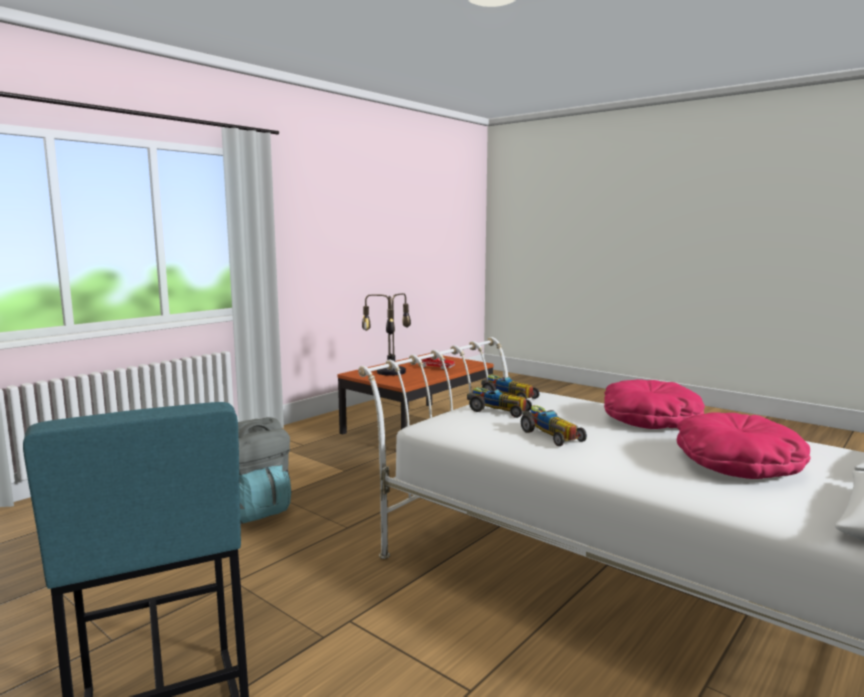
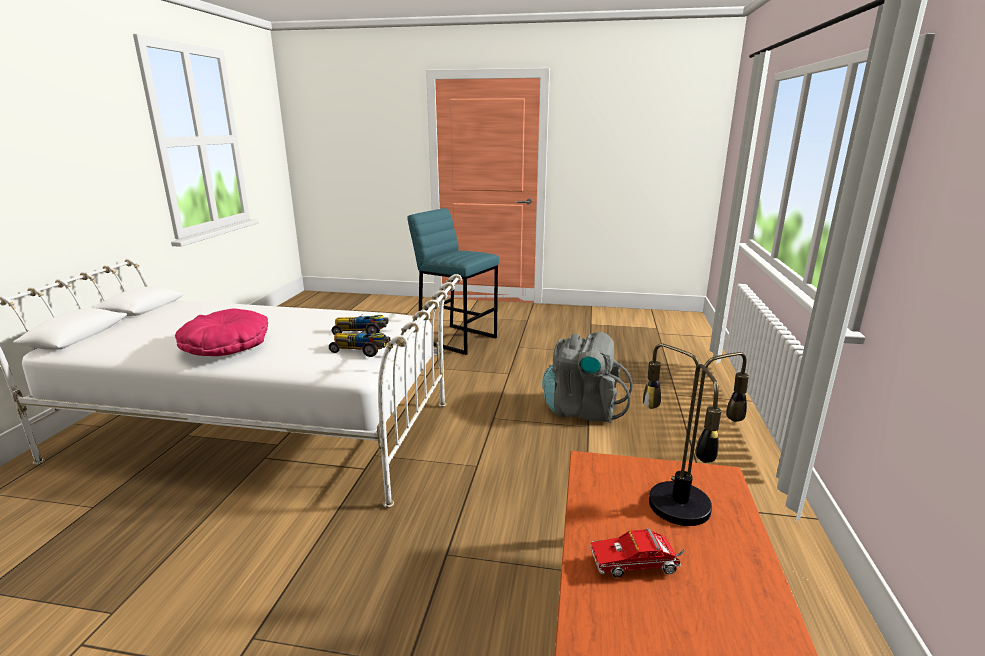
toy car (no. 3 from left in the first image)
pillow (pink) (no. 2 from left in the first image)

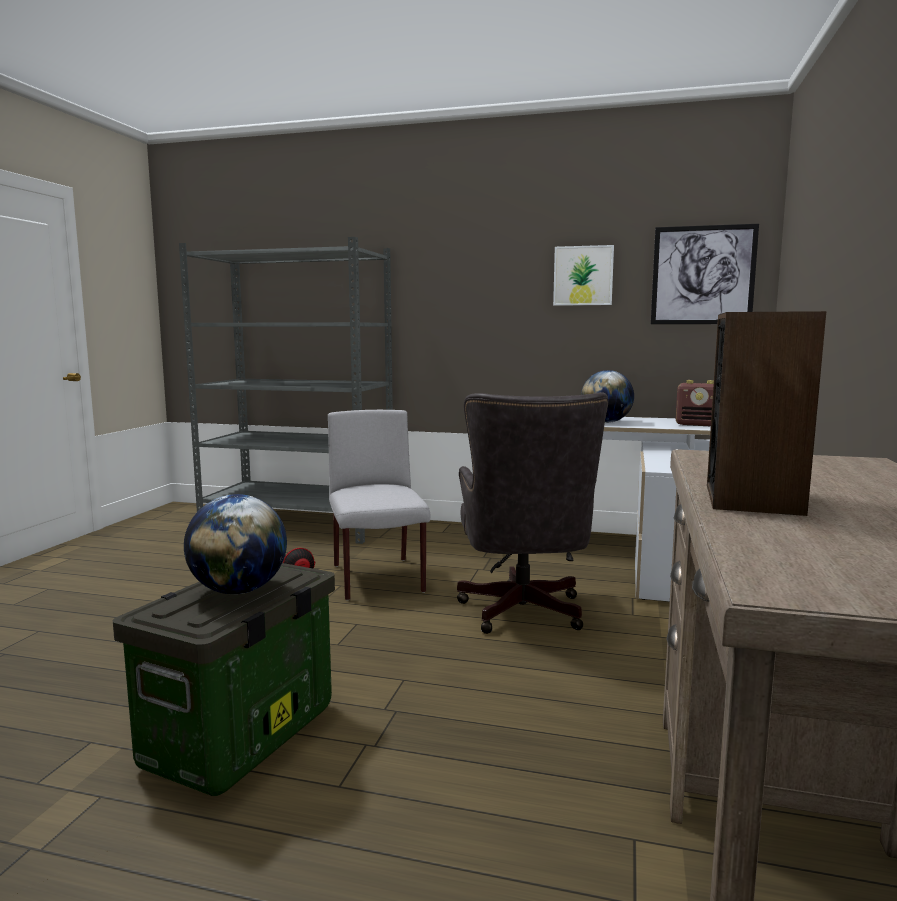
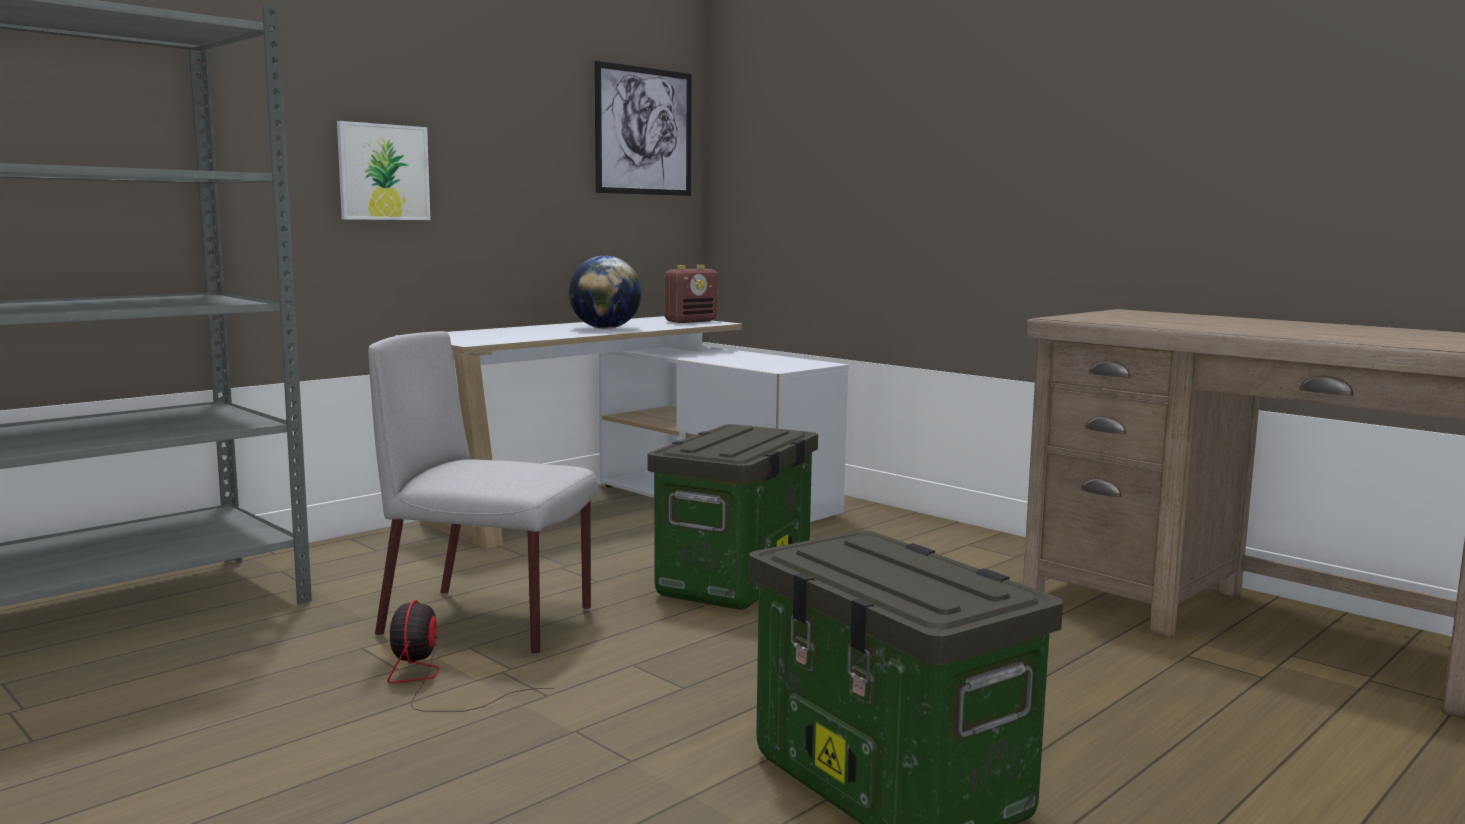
globe (no. 1 from left in the first image)
storage box (no. 1 from left)
picture (no. 1 from left)
speaker

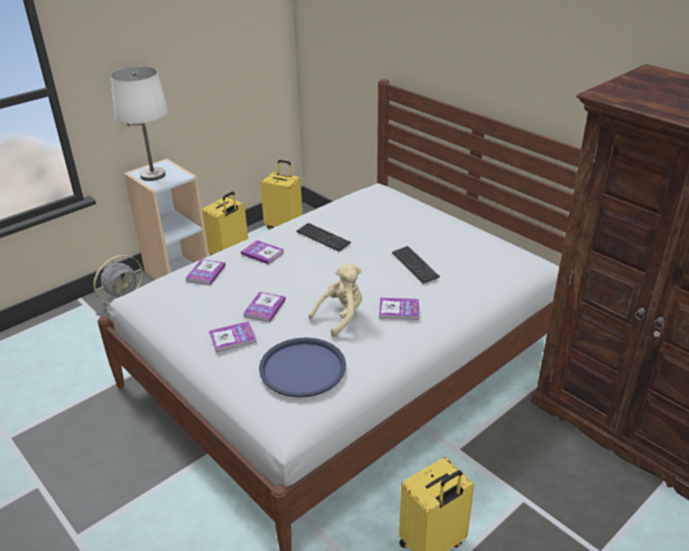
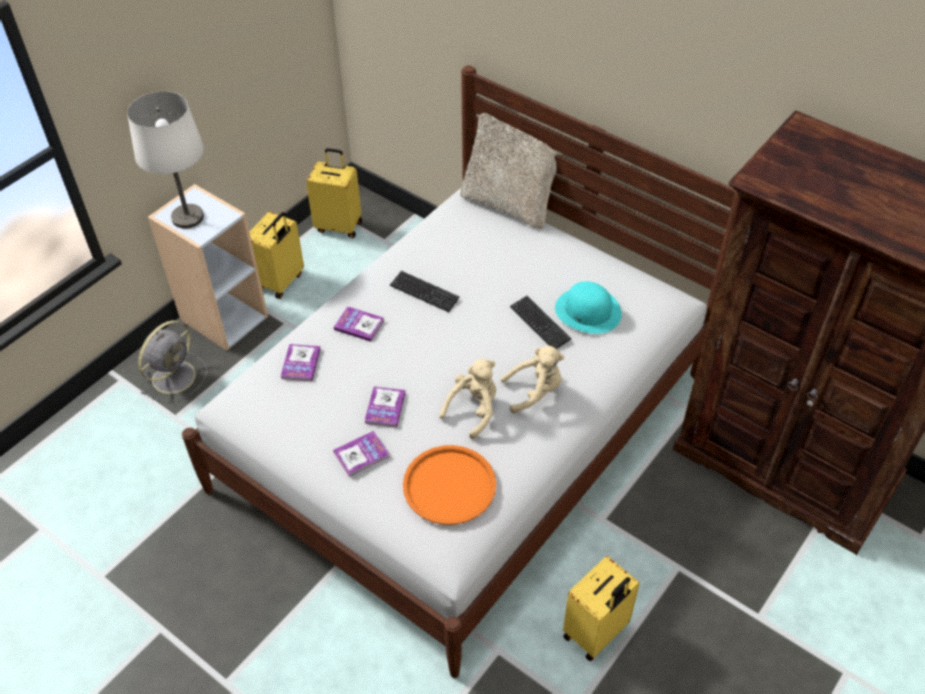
tray (orange)
plush toy (beige) (no. 2 from left)
pillow (beige)
hat (turquoise)

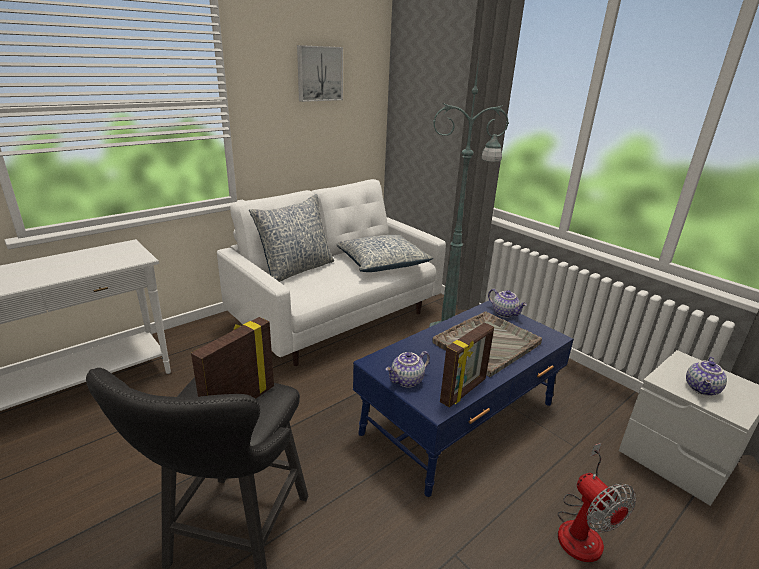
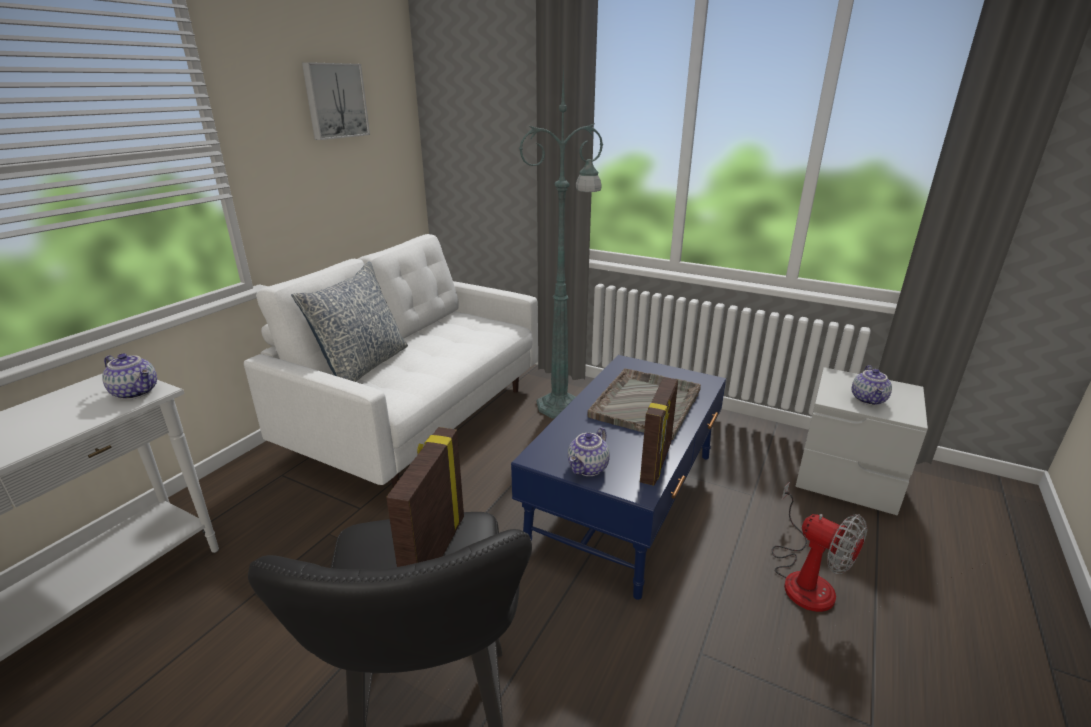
pillow (no. 2 from left in the first image)
teapot (no. 1 from left)

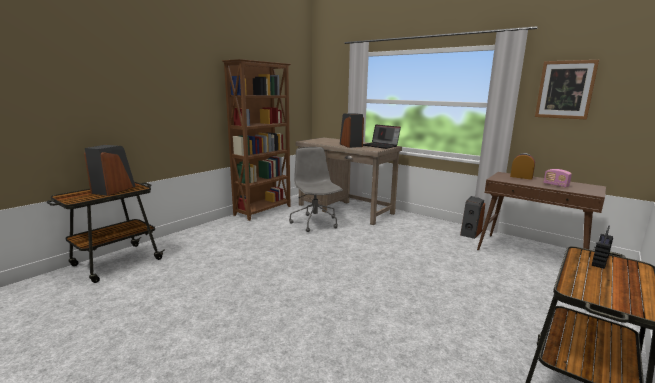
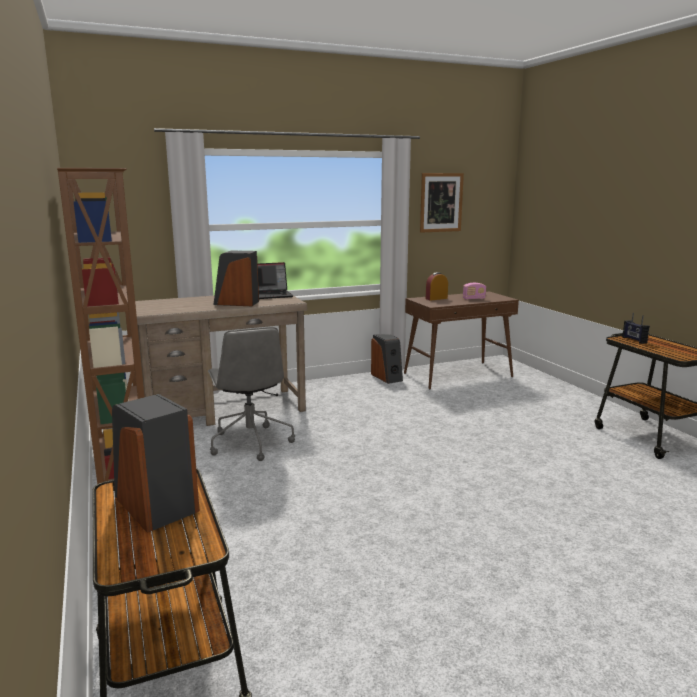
office chair (grey)

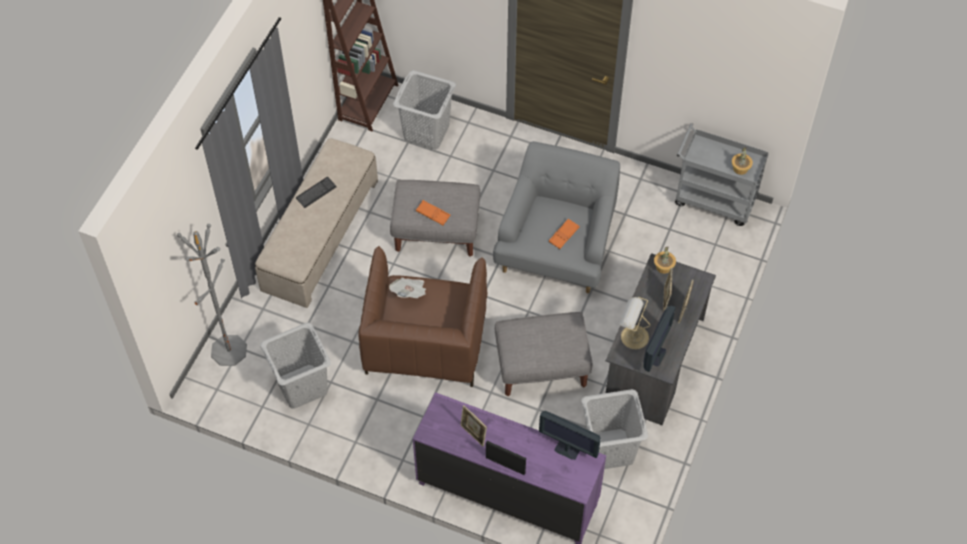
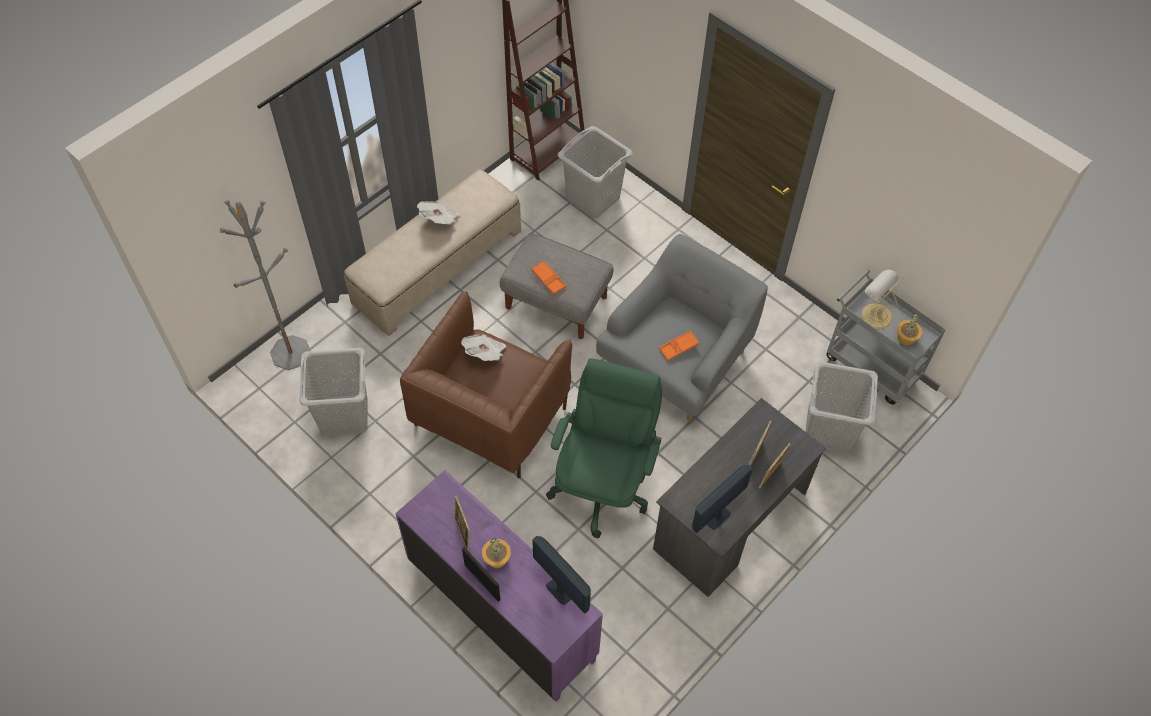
newspaper (no. 1 from left)
office chair (green)
laundry basket (grey) (no. 3 from left)
table lamp
potted plant (no. 1 from left)

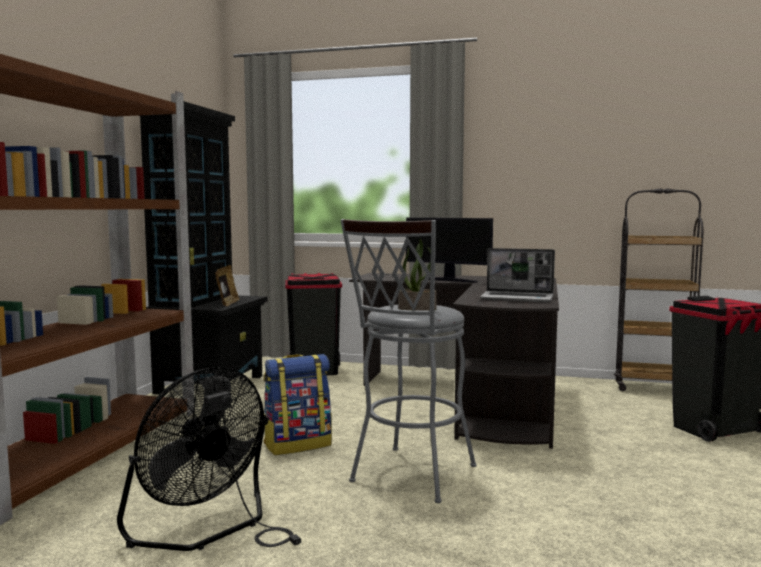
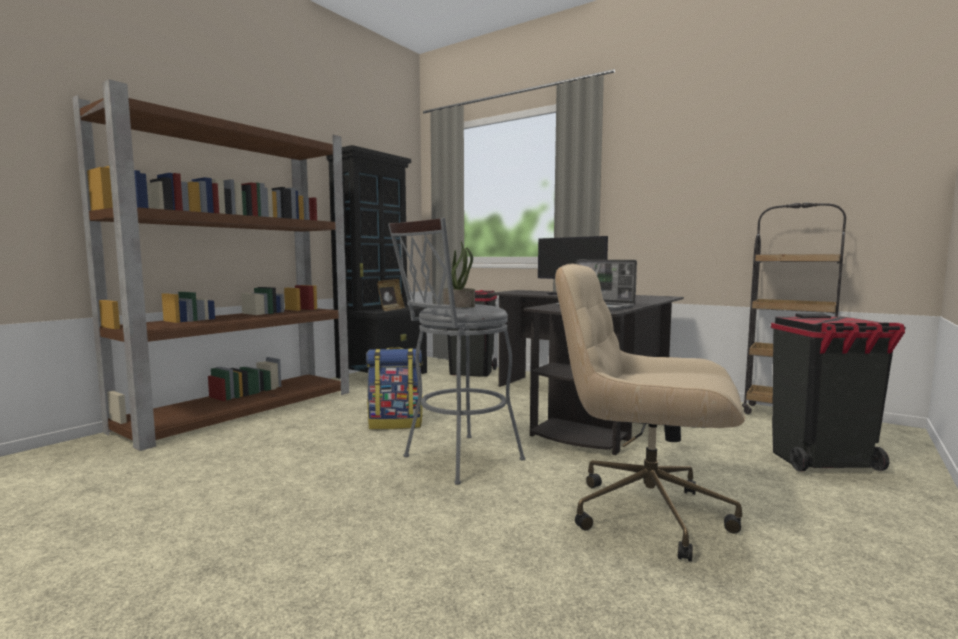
fan (black)
office chair (beige)

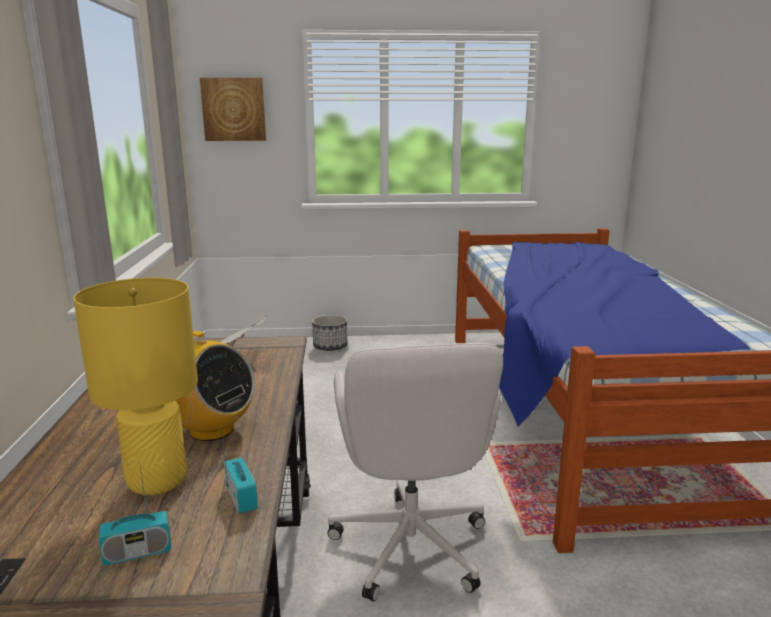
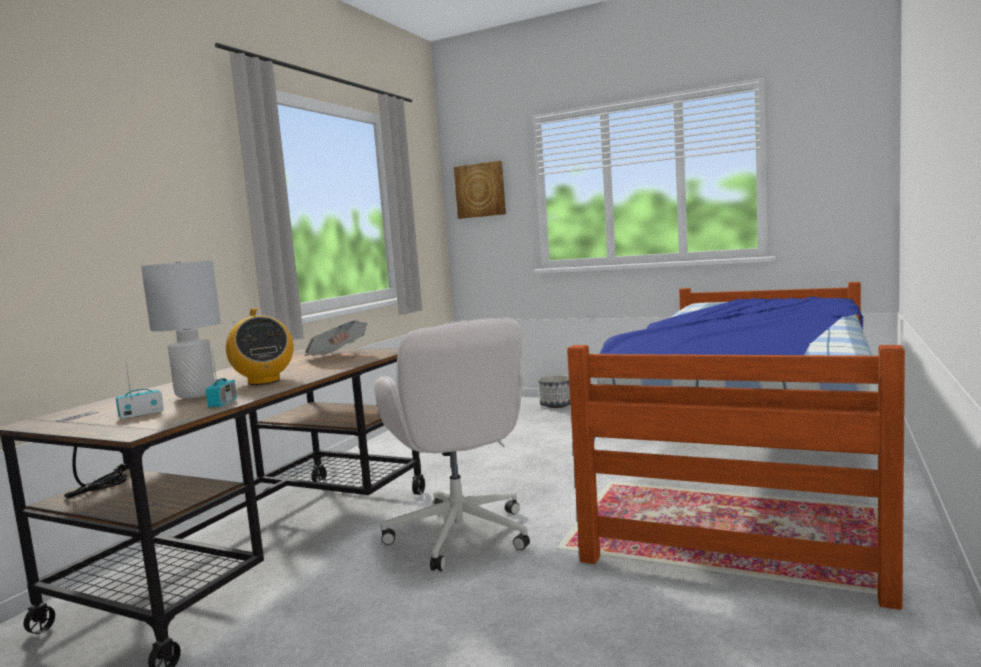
table lamp (grey)
radio (no. 1 from left)
office chair (white)

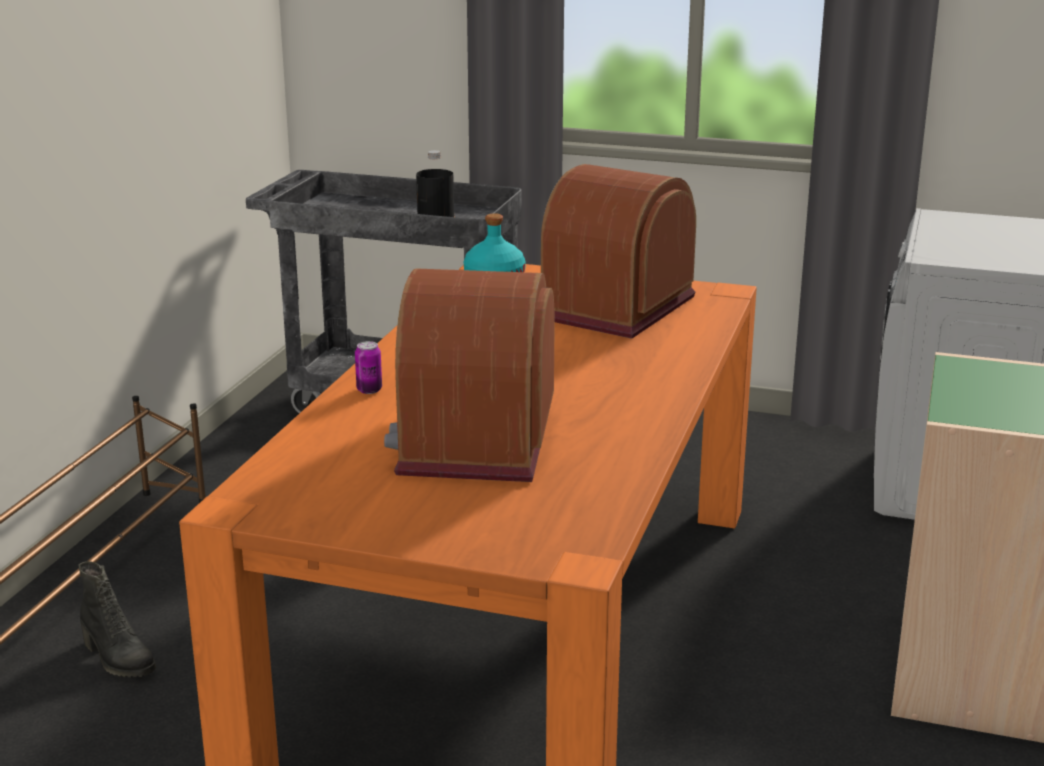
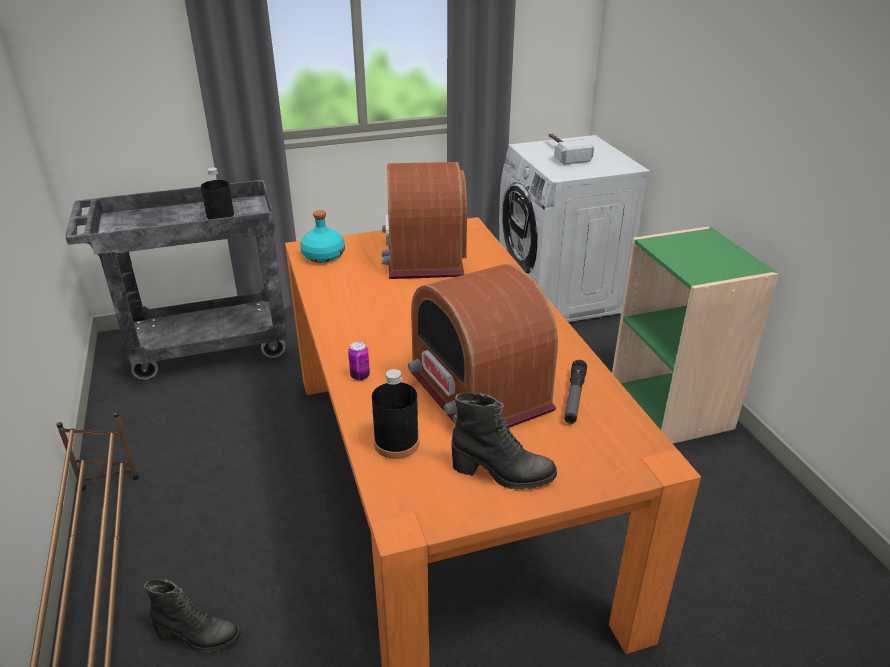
bottle (black) (no. 2 from left)
boot (black) (no. 2 from left)
hammer
flashlight

